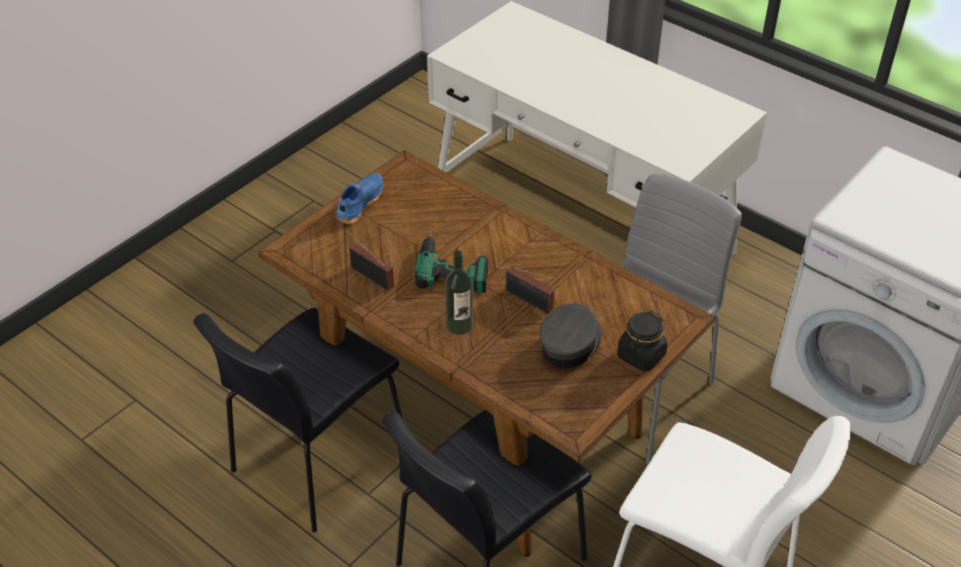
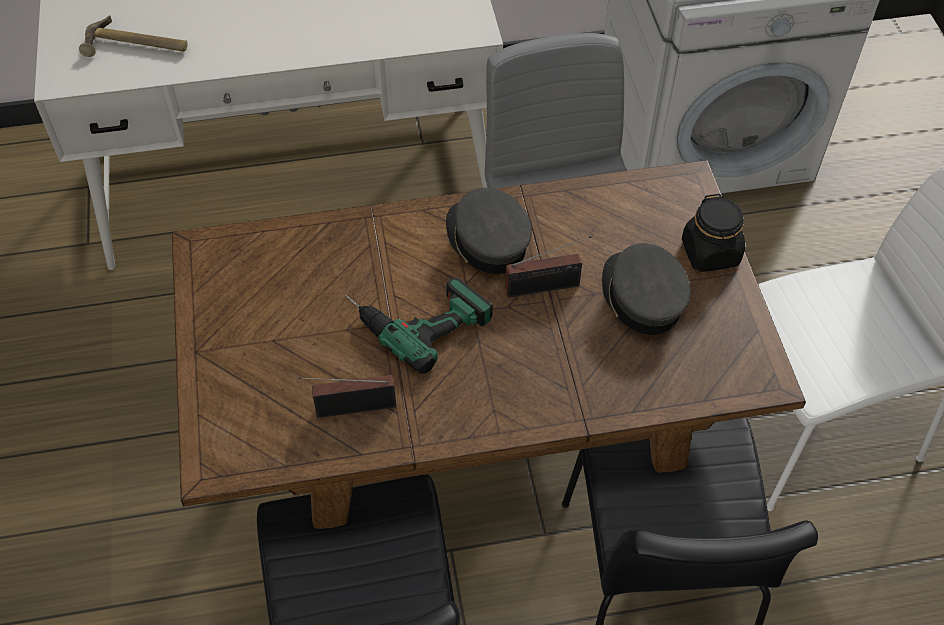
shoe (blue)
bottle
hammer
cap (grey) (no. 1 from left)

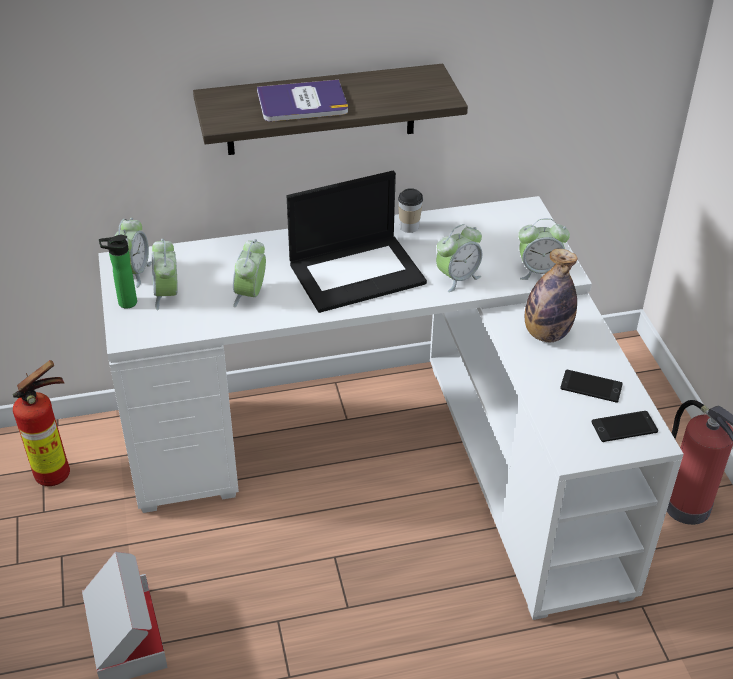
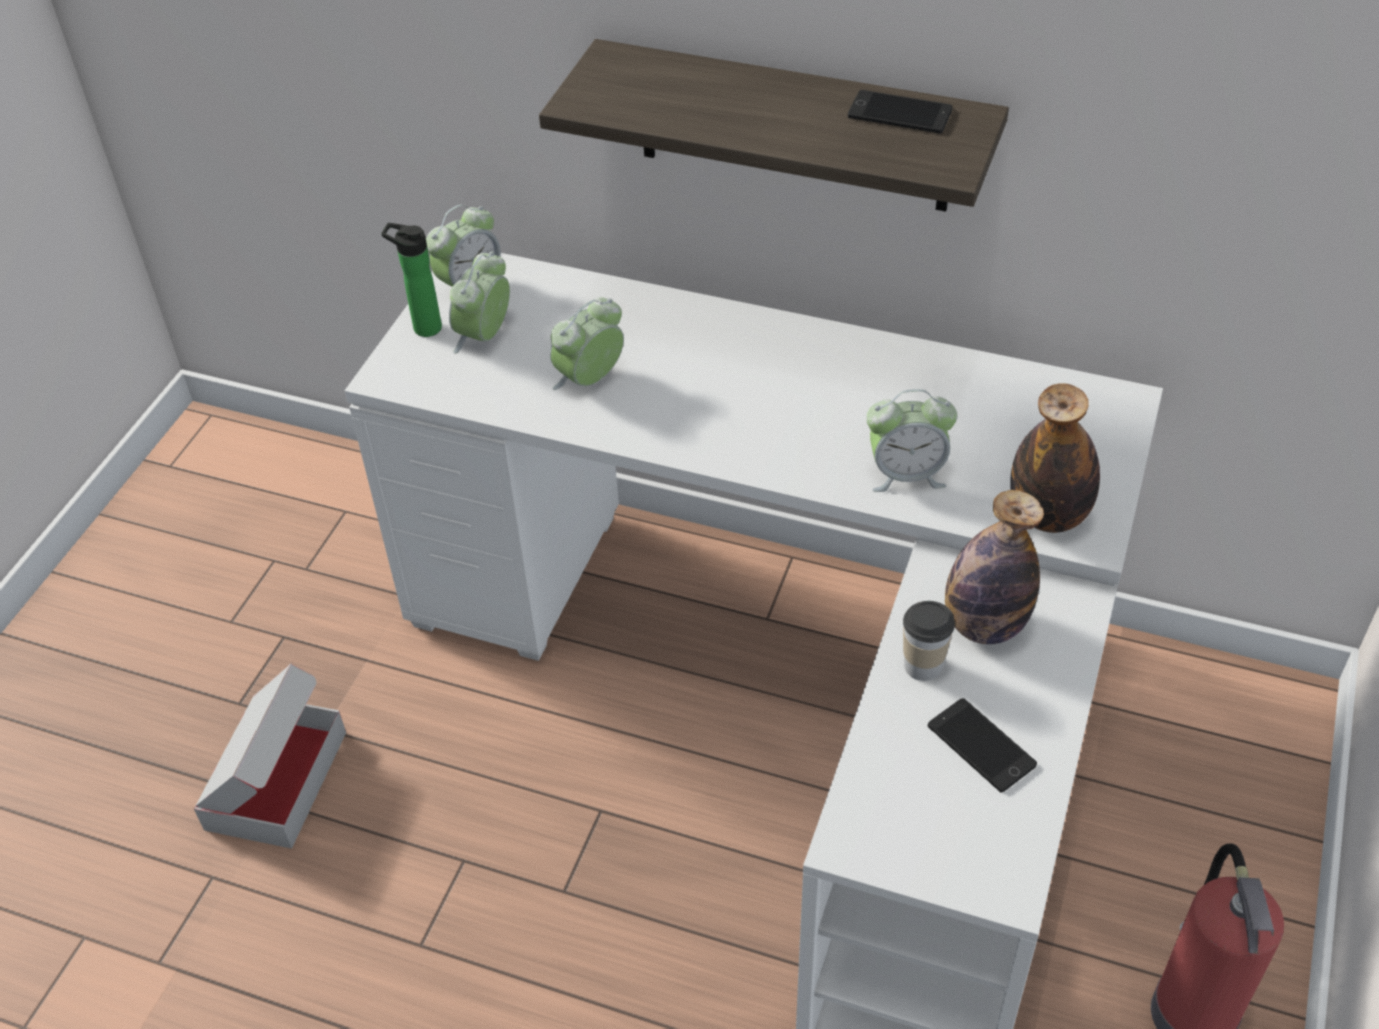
fire extinguisher (no. 1 from left in the first image)
book
laptop
cup
bottle (no. 3 from left)
phone (no. 1 from left)

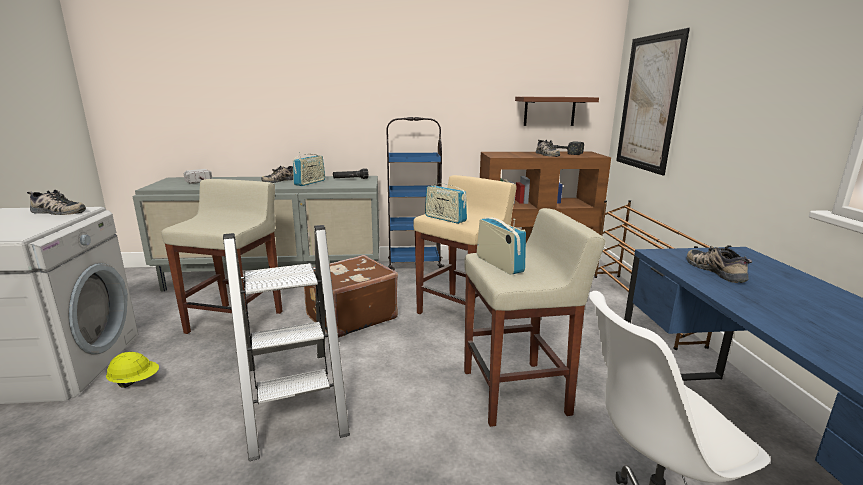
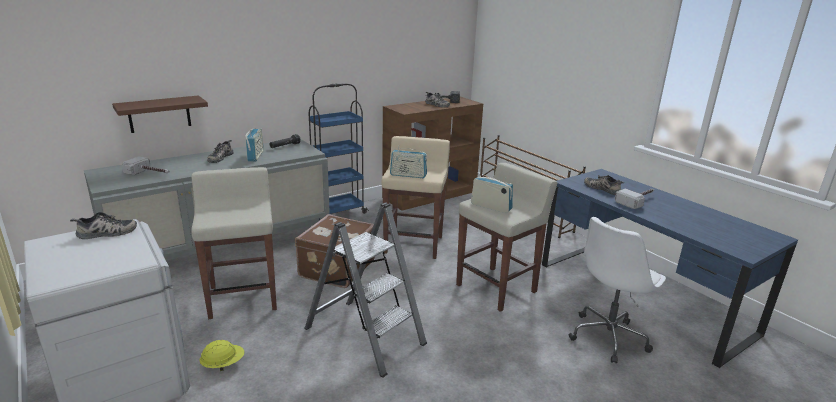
shelf (brown)
picture
hammer (no. 3 from left)

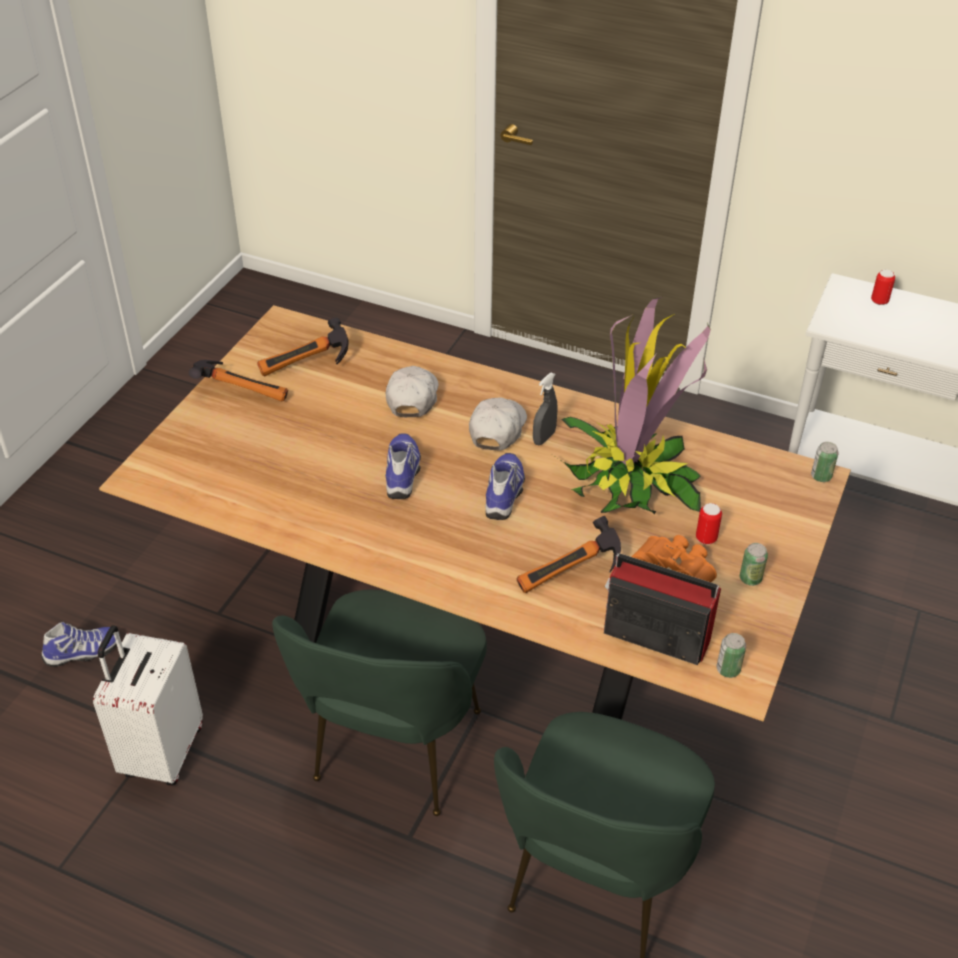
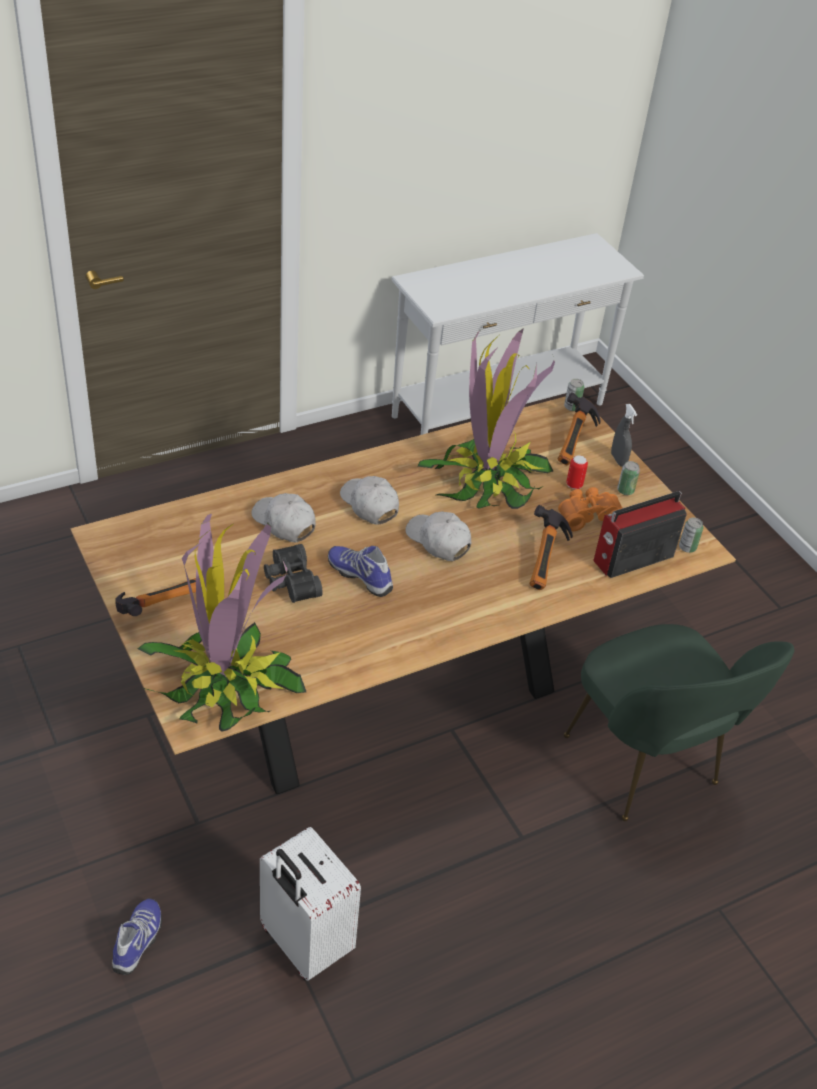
hammer (no. 3 from left)
chair (green) (no. 1 from left in the first image)
cap (white) (no. 3 from left)
spray bottle (grey)
can (no. 5 from left in the first image)
potted plant (no. 1 from left)
binoculars (black)

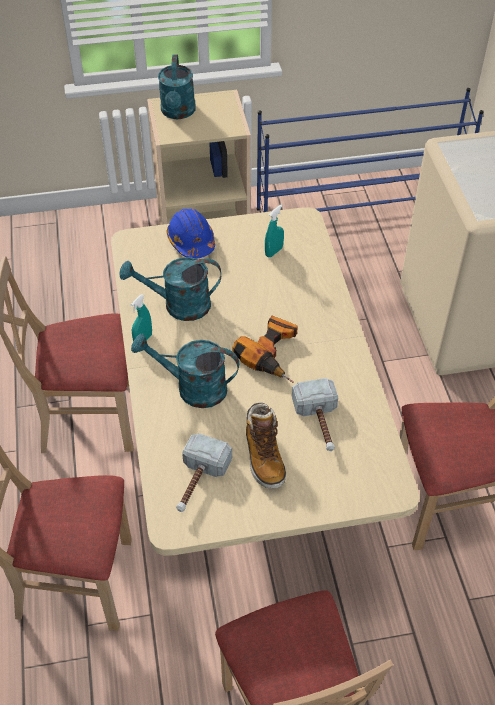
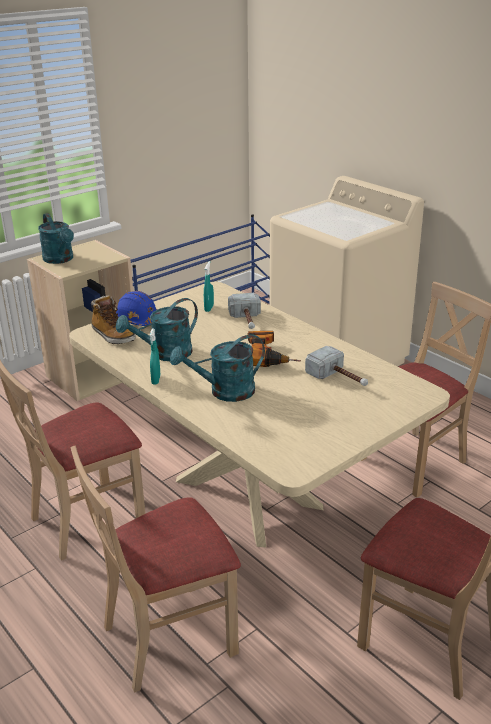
hammer (no. 1 from left)
boot

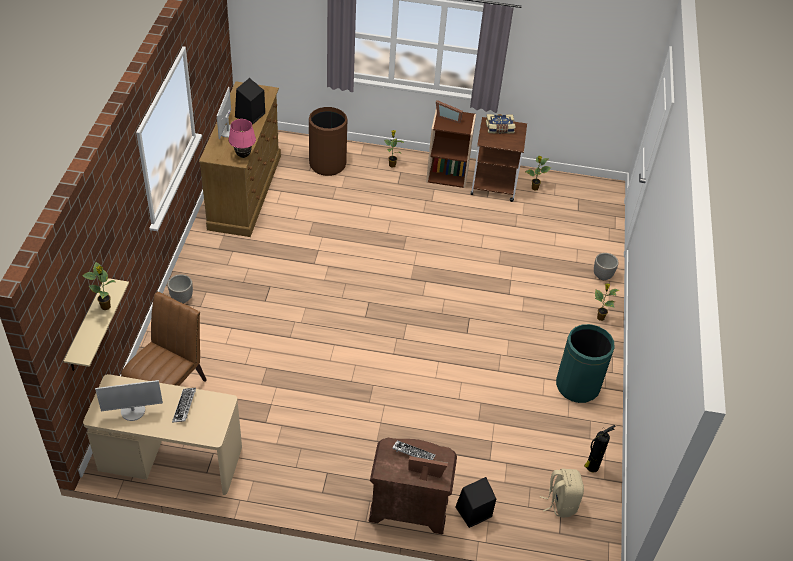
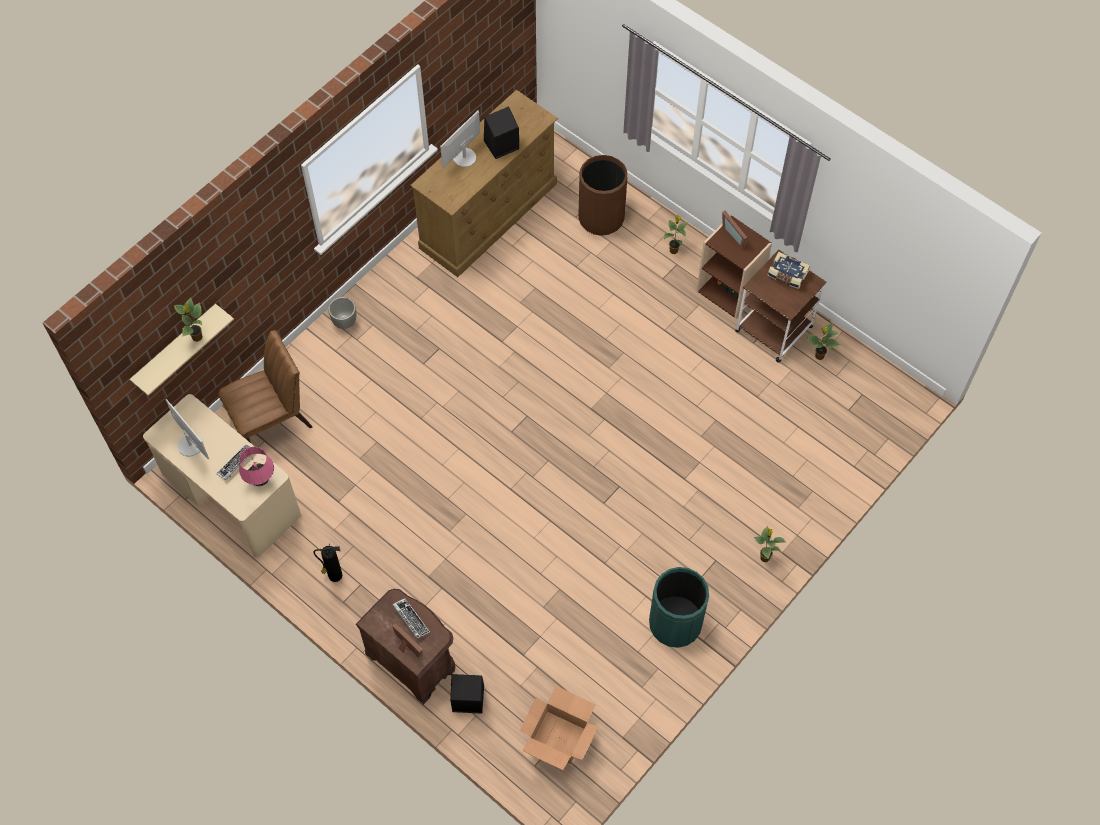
monitor (no. 1 from left)
table lamp (pink)
cardboard box
fire extinguisher
planter (no. 2 from left in the first image)

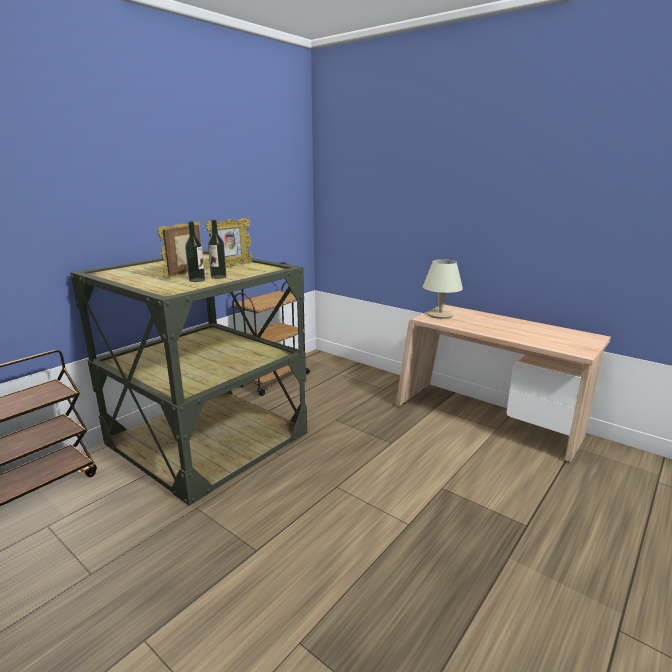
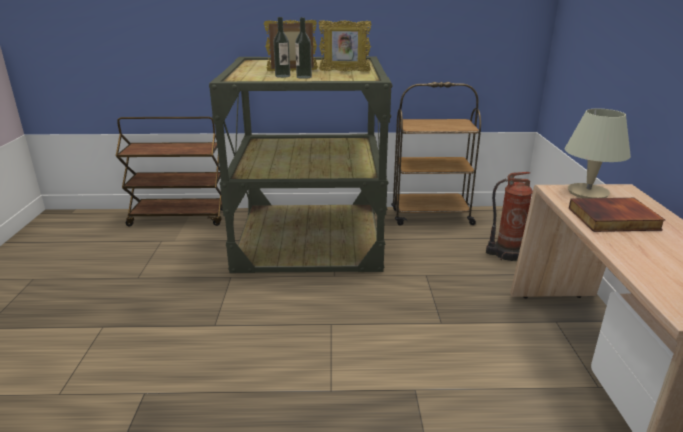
fire extinguisher
book

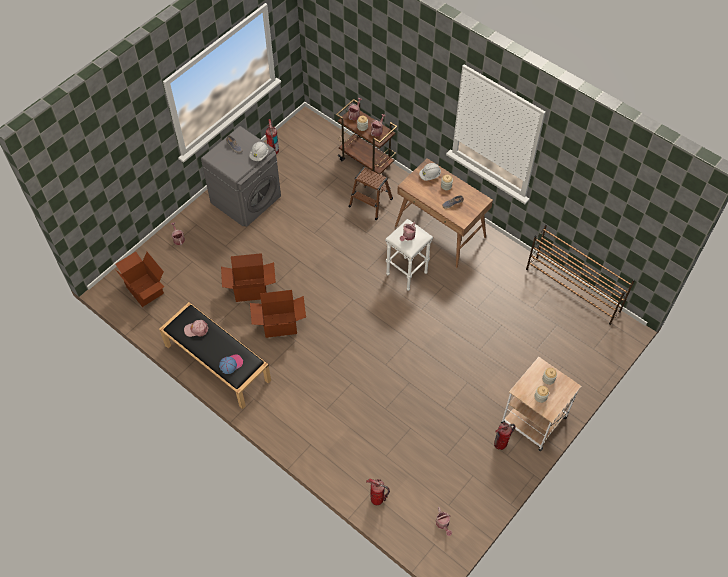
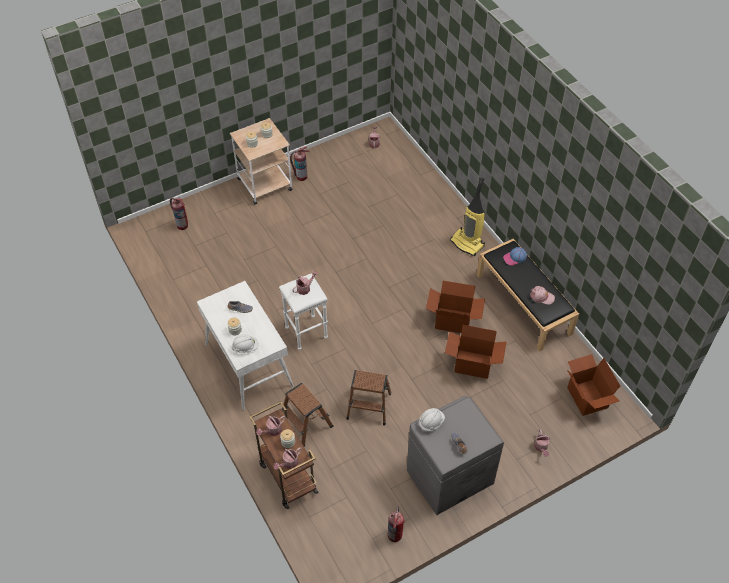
fire extinguisher (no. 1 from left)
desk (white)
shoe rack (brown)
step ladder (brown) (no. 2 from left)
vacuum cleaner

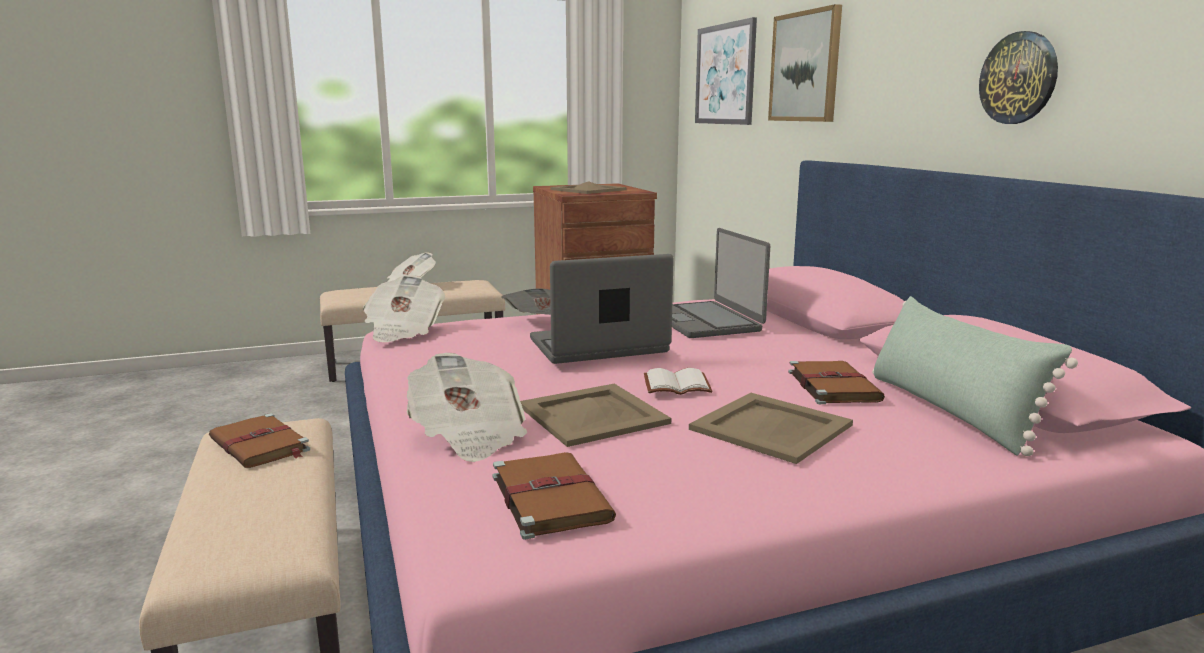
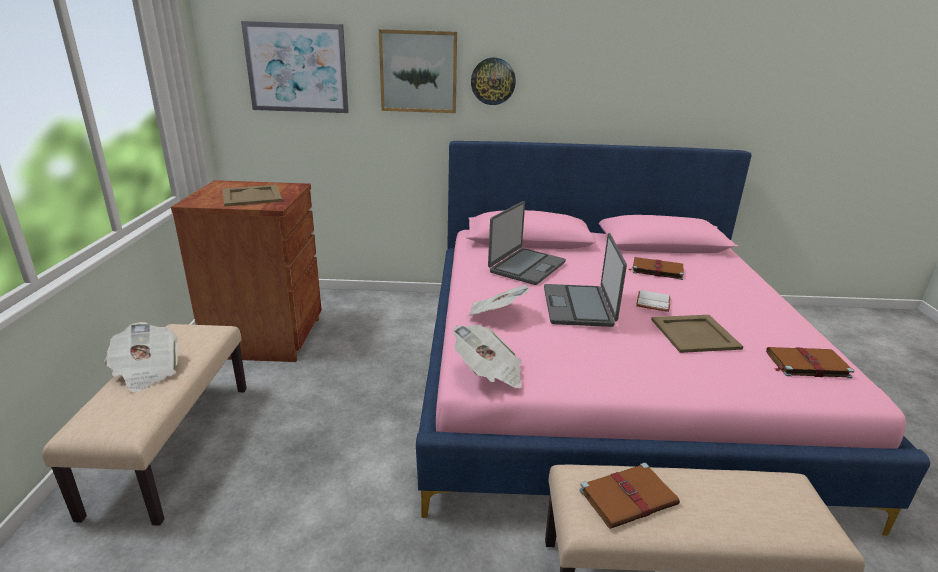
newspaper (no. 3 from left in the first image)
laptop (no. 1 from left)
tray (beige) (no. 3 from left in the first image)
pillow (green)
wall clock

